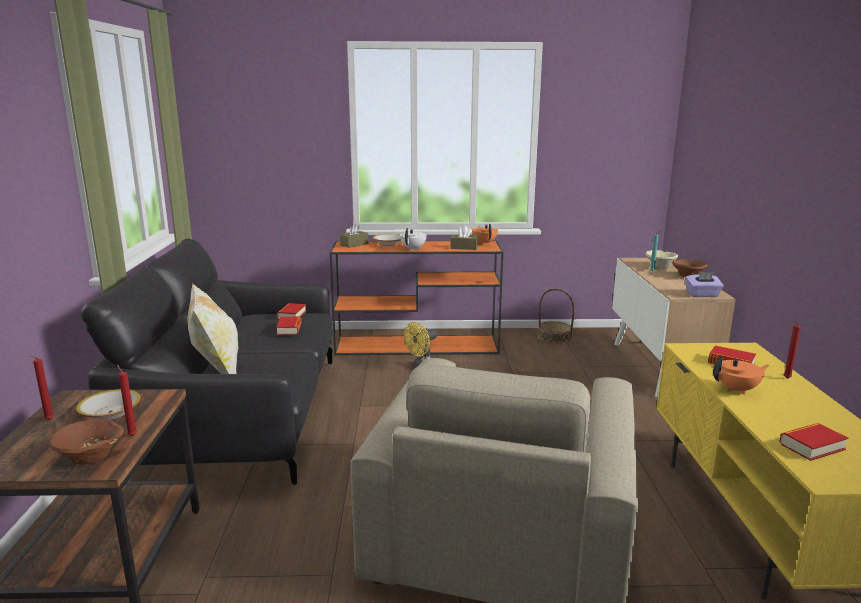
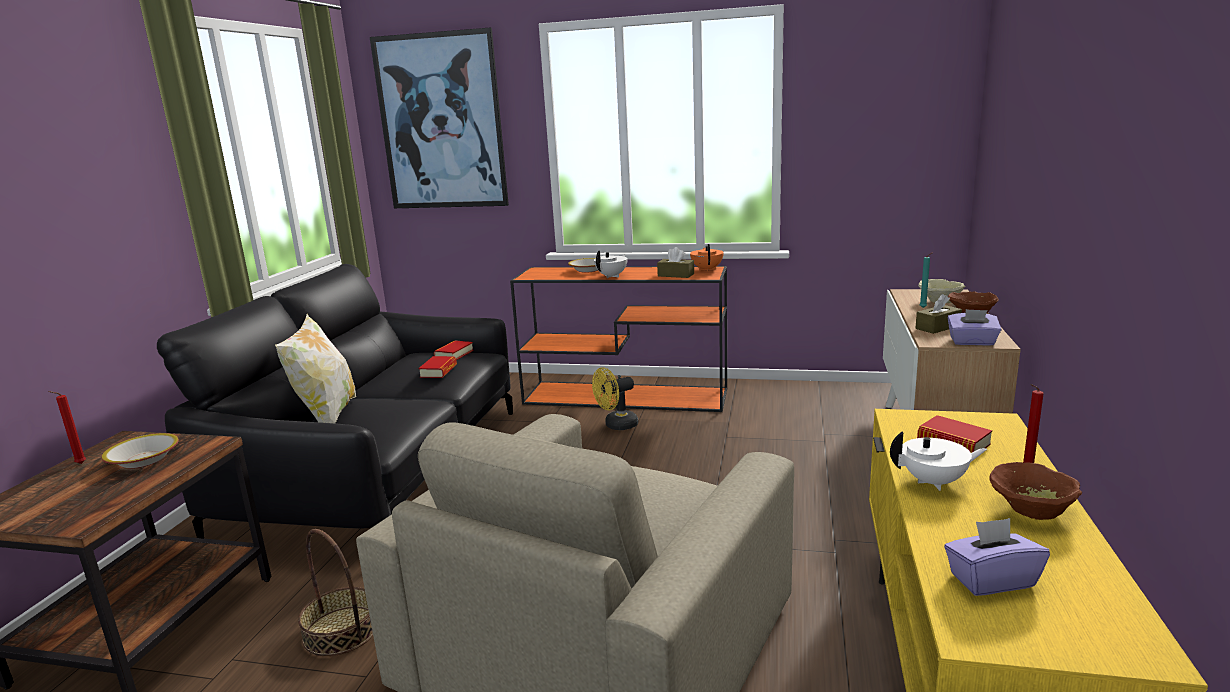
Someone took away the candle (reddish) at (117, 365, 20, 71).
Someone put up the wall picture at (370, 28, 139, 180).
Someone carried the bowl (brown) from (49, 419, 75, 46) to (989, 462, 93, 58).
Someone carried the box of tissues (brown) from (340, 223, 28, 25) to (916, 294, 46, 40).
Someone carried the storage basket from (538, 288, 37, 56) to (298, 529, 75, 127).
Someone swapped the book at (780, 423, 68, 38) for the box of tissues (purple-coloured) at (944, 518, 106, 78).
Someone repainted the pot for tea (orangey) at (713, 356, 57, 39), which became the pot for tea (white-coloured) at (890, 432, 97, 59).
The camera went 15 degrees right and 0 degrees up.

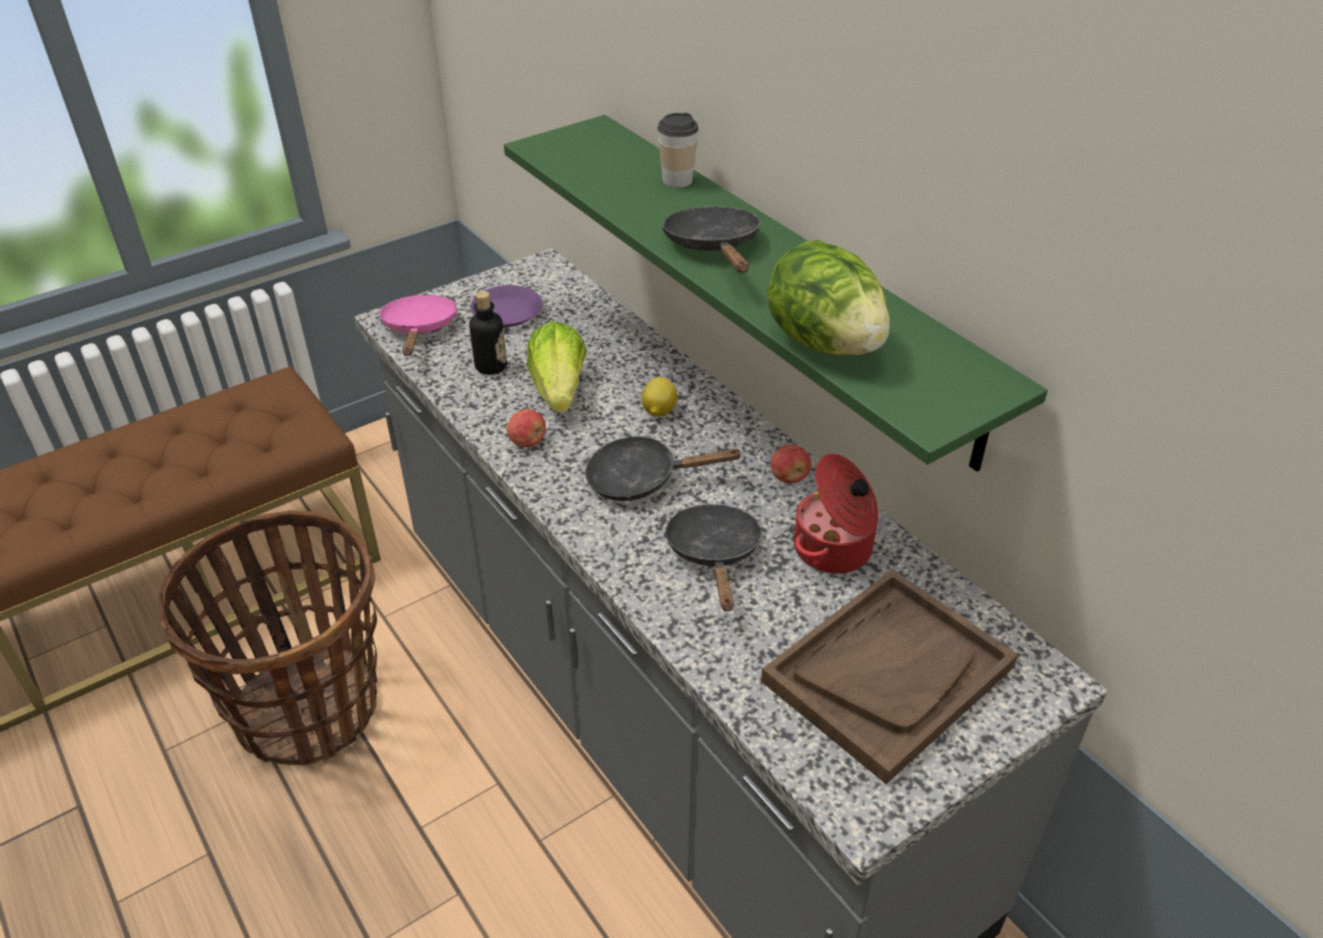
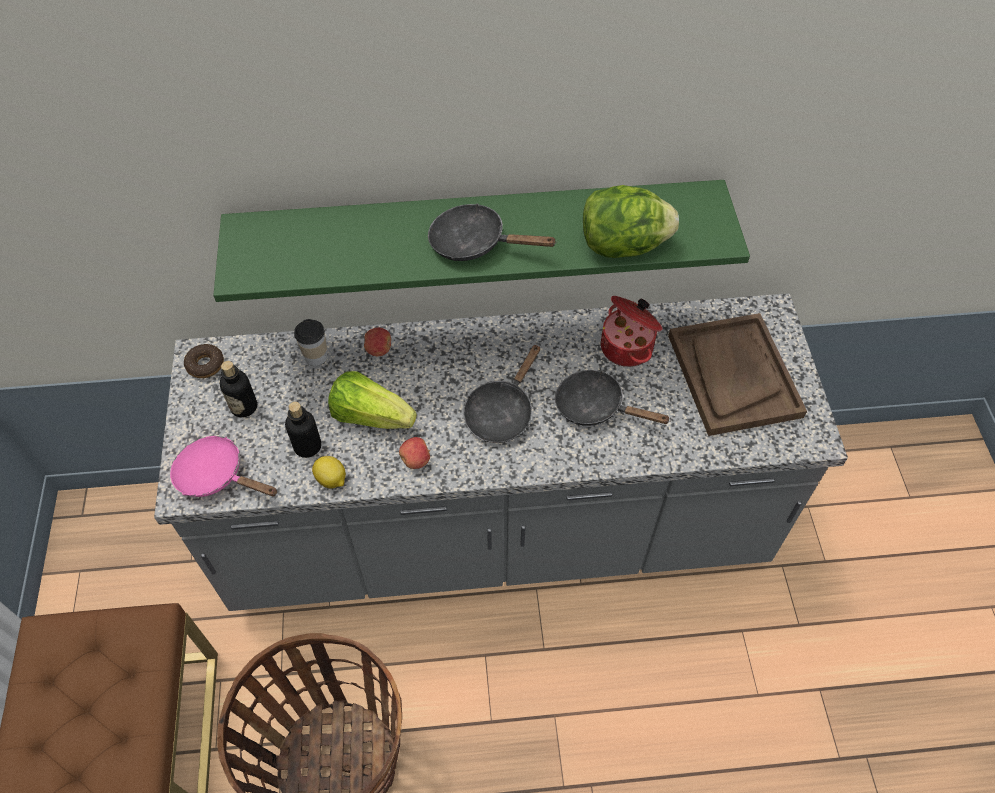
Someone put down the doughnut at (184, 344, 40, 34).
Someone carried the whole lemon from (642, 377, 35, 40) to (312, 456, 34, 33).
Someone carried the cup from (657, 113, 41, 75) to (294, 319, 33, 47).
Someone carried the whole apple from (770, 444, 41, 39) to (364, 328, 27, 28).
Someone swapped the plate (purple-coloured) at (470, 285, 72, 42) for the bottle at (220, 361, 37, 56).
The camera went 60 degrees left and 15 degrees up.

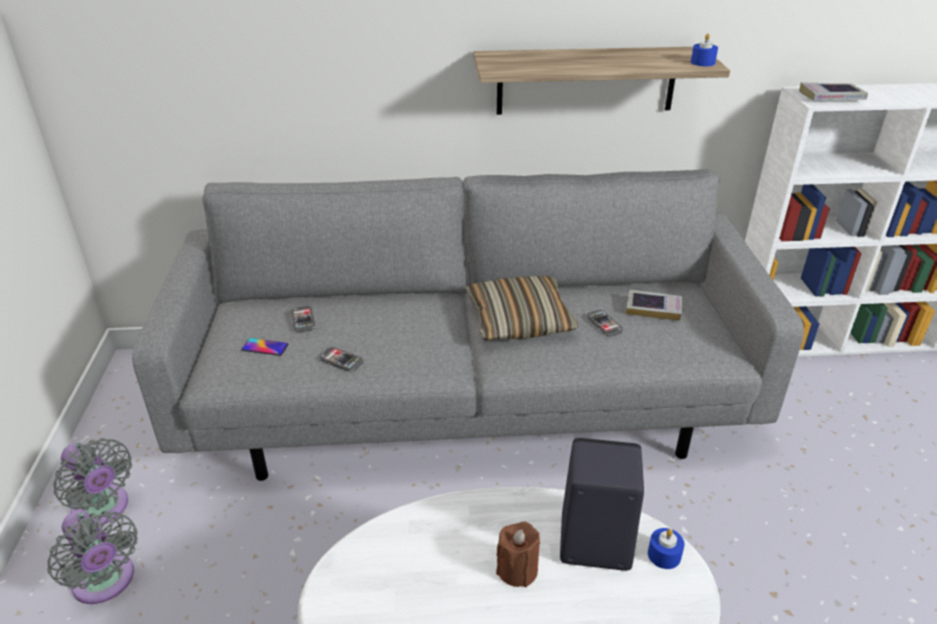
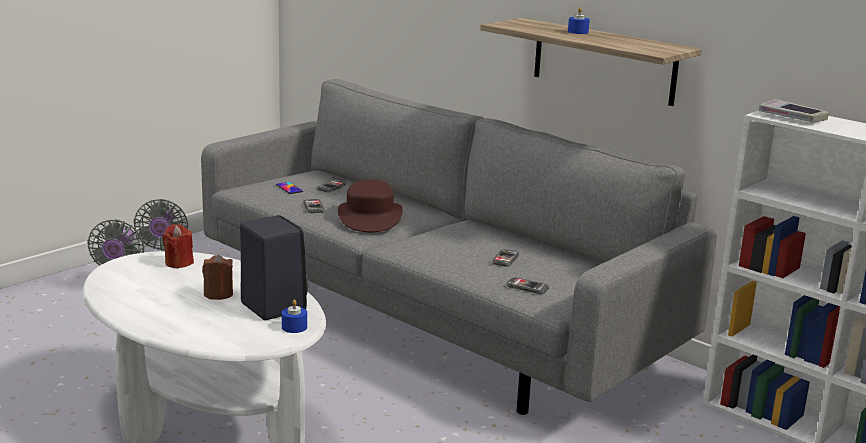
Someone took away the cushion at (465, 276, 113, 64).
Someone took away the book at (626, 290, 56, 31).
Someone put down the candle (reddish) at (162, 224, 32, 44).
Someone put down the clothing hat (brown) at (338, 180, 64, 52).
Someone put down the handset at (506, 277, 43, 17).
Someone carried the candle (blue) from (691, 33, 27, 33) to (568, 7, 22, 27).
The camera went 45 degrees right and 15 degrees down.

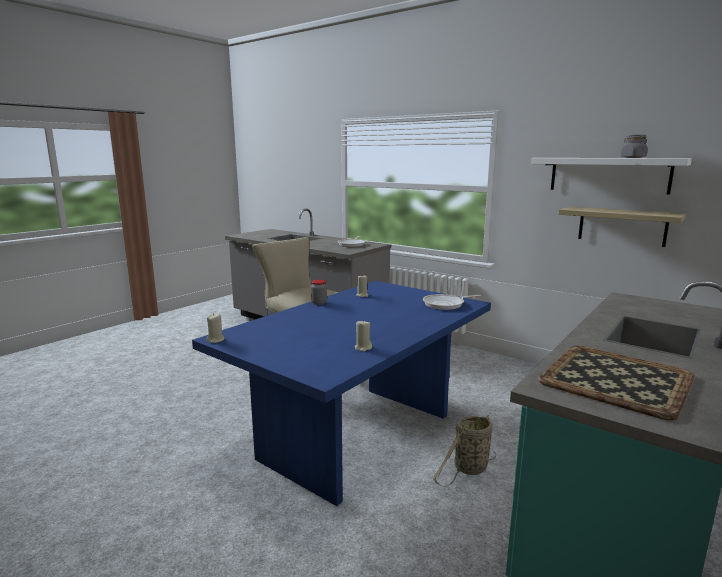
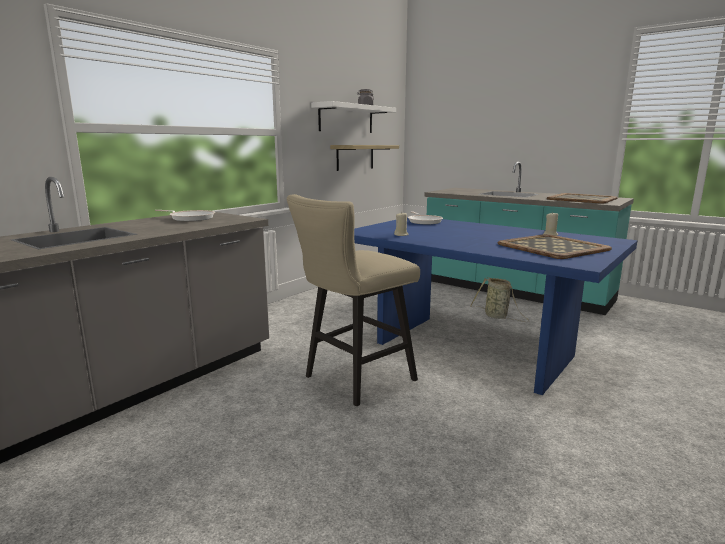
Someone took away the candle (sand-coloured) at (206, 313, 18, 30).
Someone took away the storage jar at (311, 280, 16, 25).
Someone put down the carrying tray at (498, 234, 114, 25).
The camera went 90 degrees left and 0 degrees up.

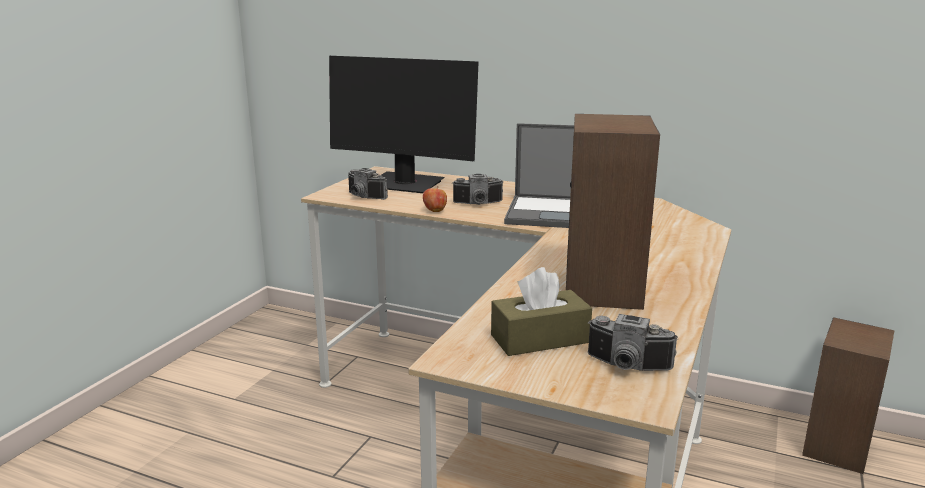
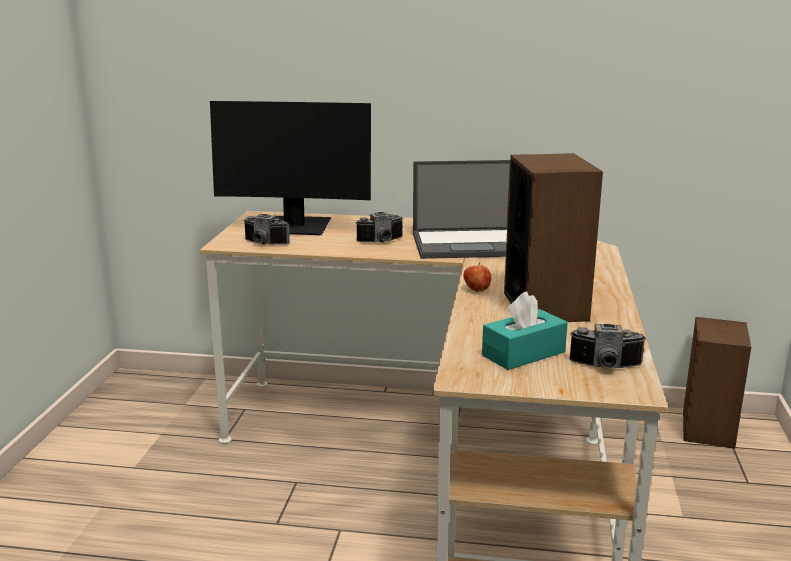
Someone carried the whole apple from (423, 186, 24, 26) to (464, 262, 27, 30).
Someone repainted the box of tissues (brown) at (491, 267, 101, 89), which became the box of tissues (turquoise) at (482, 291, 86, 79).
The camera went 15 degrees left and 0 degrees up.

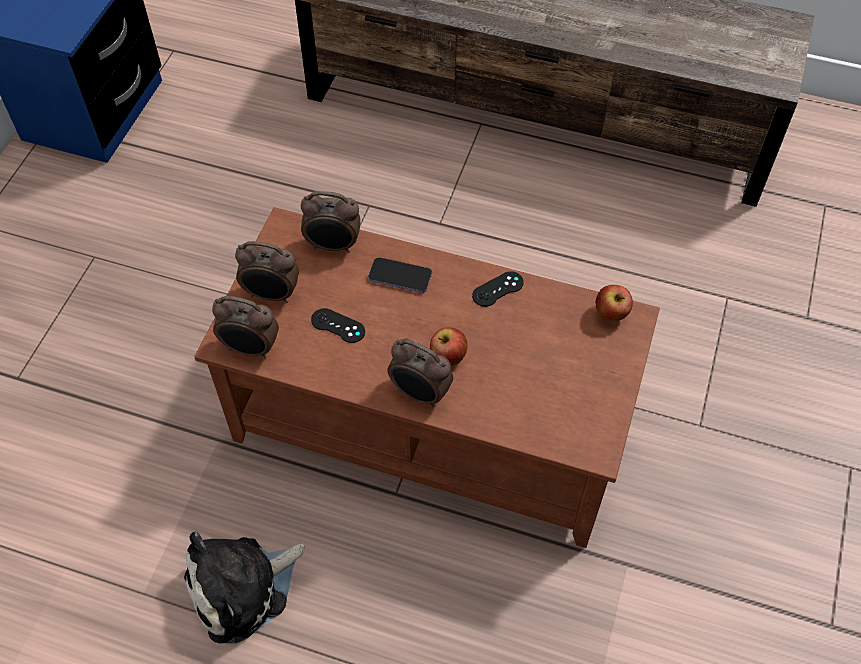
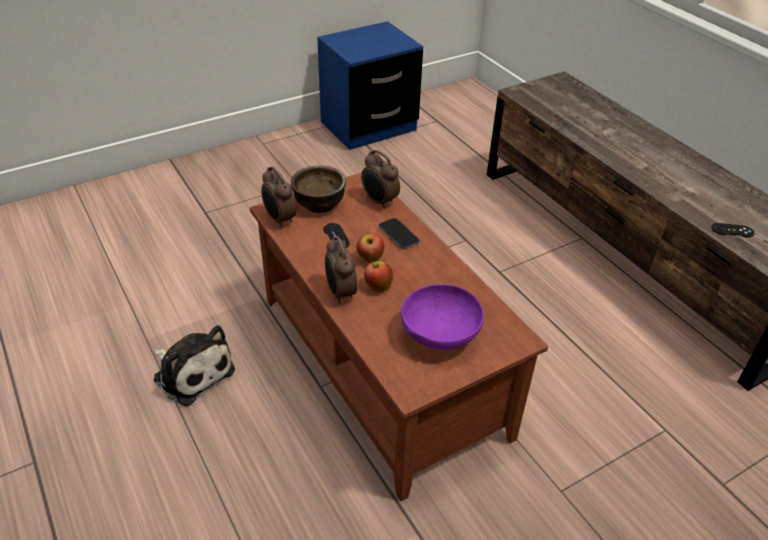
Someone put down the bowl (purple-coloured) at (401, 284, 83, 66).
Someone carried the game controller (blackish) from (472, 271, 52, 36) to (711, 223, 43, 14).
Someone carried the whole apple from (596, 285, 37, 36) to (356, 233, 28, 29).
Someone swapped the table clock at (235, 241, 64, 62) for the bowl (brown) at (291, 165, 55, 48).
Someone rotated the cuddly toy at (184, 532, 121, 112) by 150 degrees counterclockwise.
The camera went 40 degrees right and 15 degrees down.

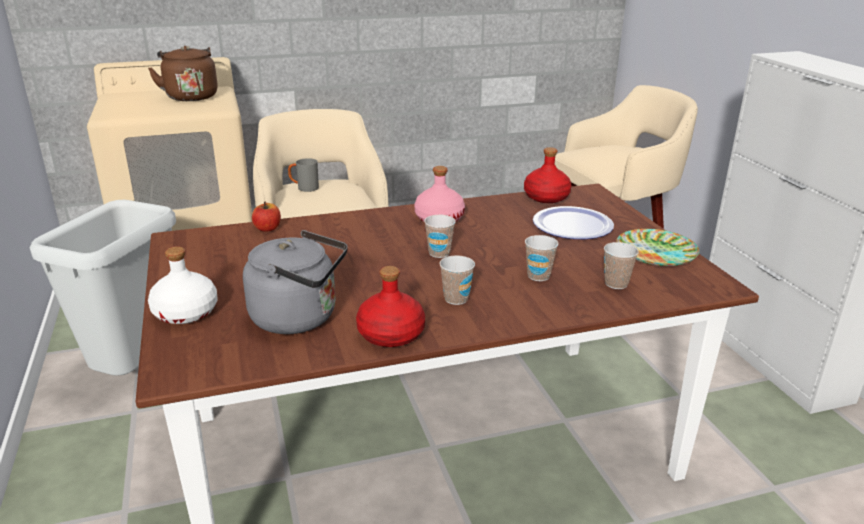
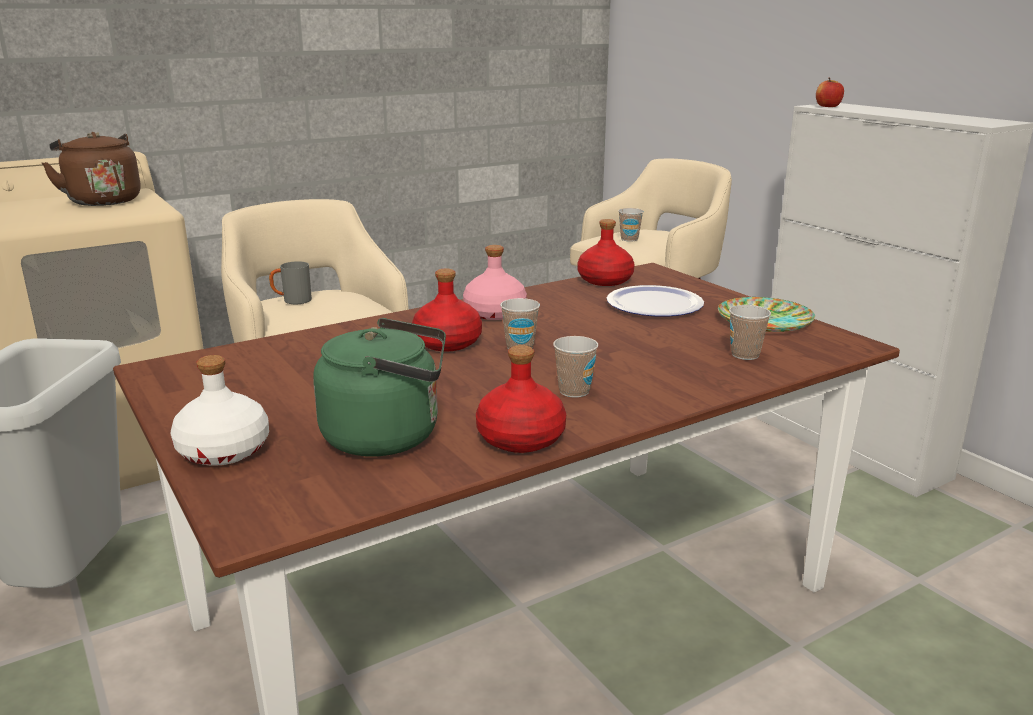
Someone put down the bottle (reddish) at (412, 269, 70, 82).
Someone carried the whole apple from (252, 202, 29, 30) to (816, 78, 28, 29).
Someone carried the cup from (525, 235, 34, 46) to (618, 208, 26, 34).
Someone repainted the water kettle (grey) at (243, 230, 105, 104), which became the water kettle (green-coloured) at (313, 318, 133, 139).
The camera went 15 degrees left and 5 degrees down.

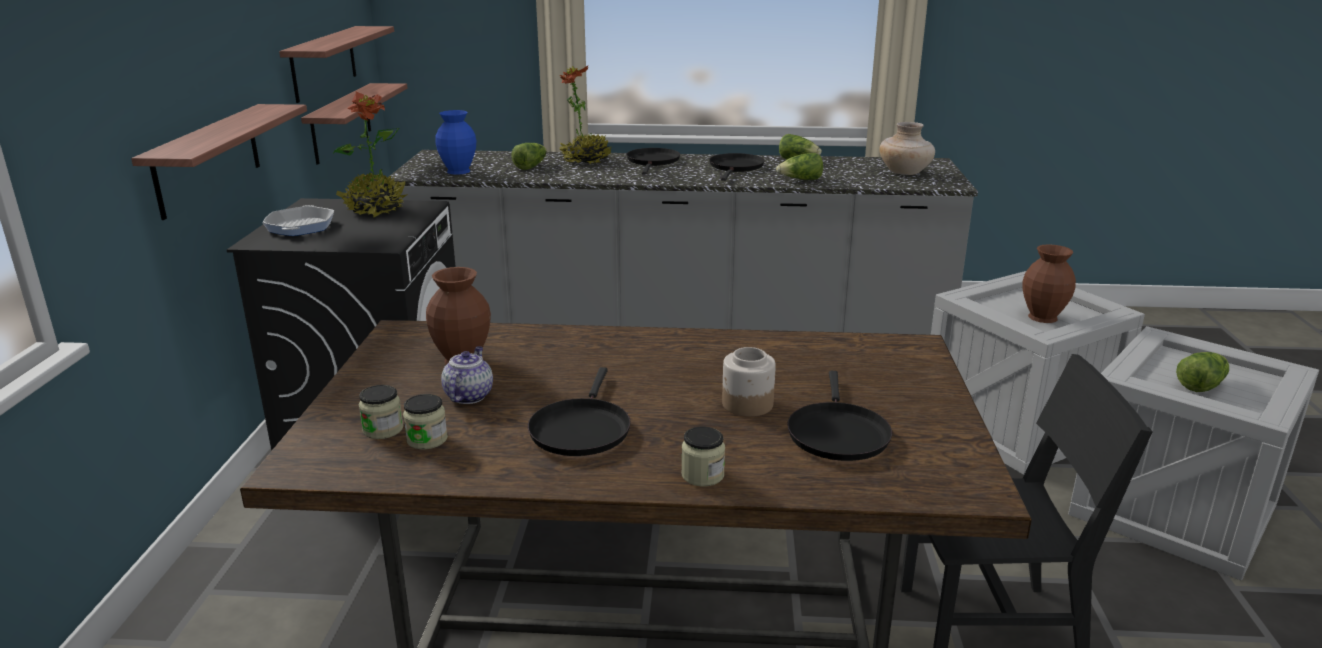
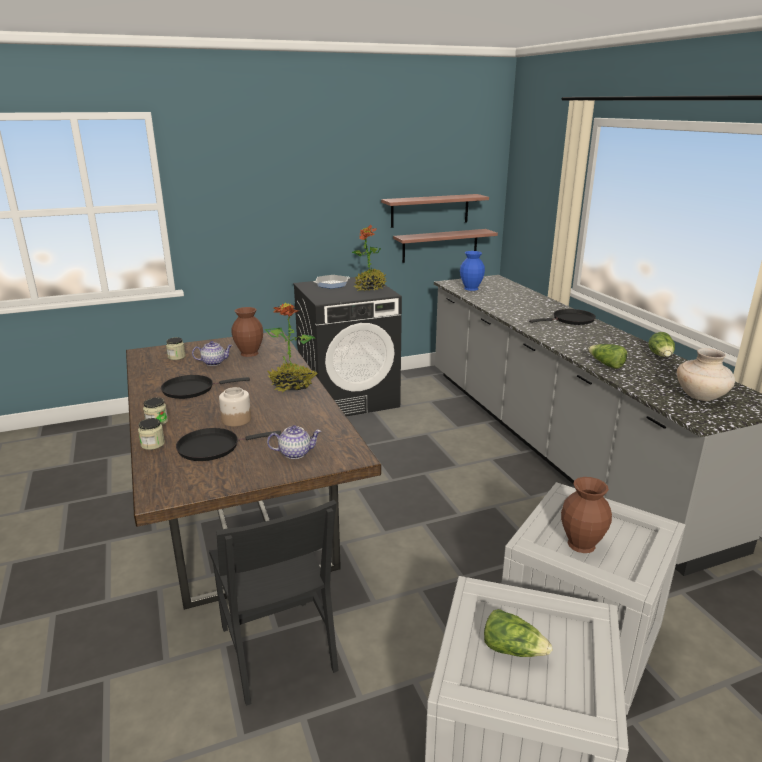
Someone took away the shelf at (131, 104, 176, 116).
Someone took away the lettuce at (511, 143, 36, 27).
Someone took away the skillet (blackish) at (709, 153, 56, 28).
Someone put down the pot for tea at (267, 425, 54, 34).
Someone carried the storage jar from (403, 394, 45, 55) to (138, 418, 27, 32).
Someone carried the plant in a pot from (559, 66, 52, 98) to (265, 303, 53, 90).
The camera went 65 degrees right and 0 degrees up.

